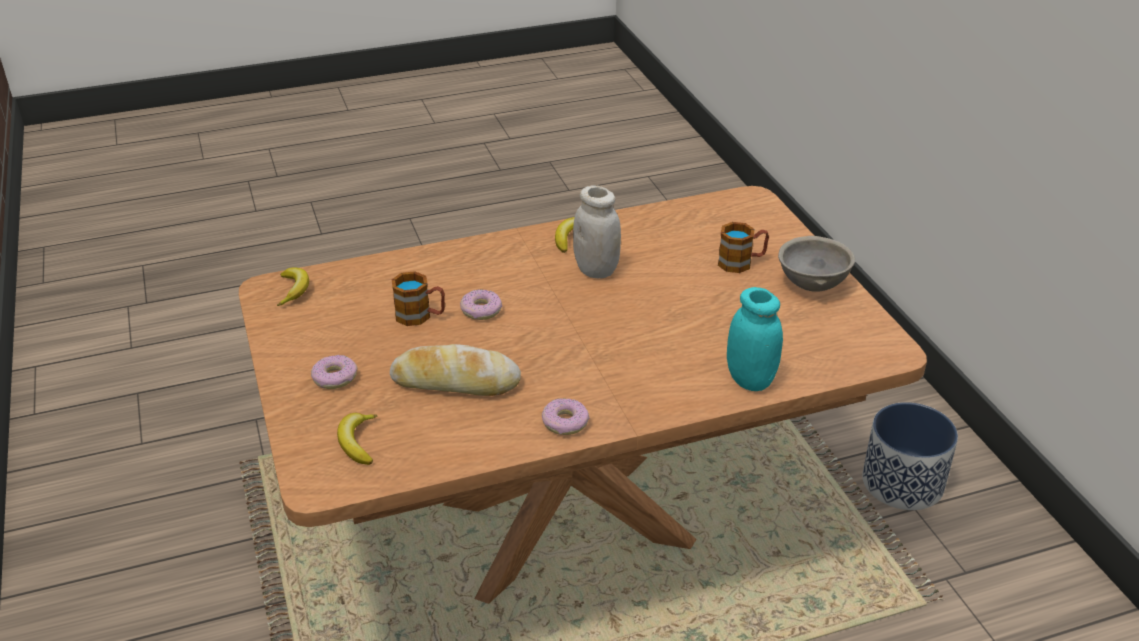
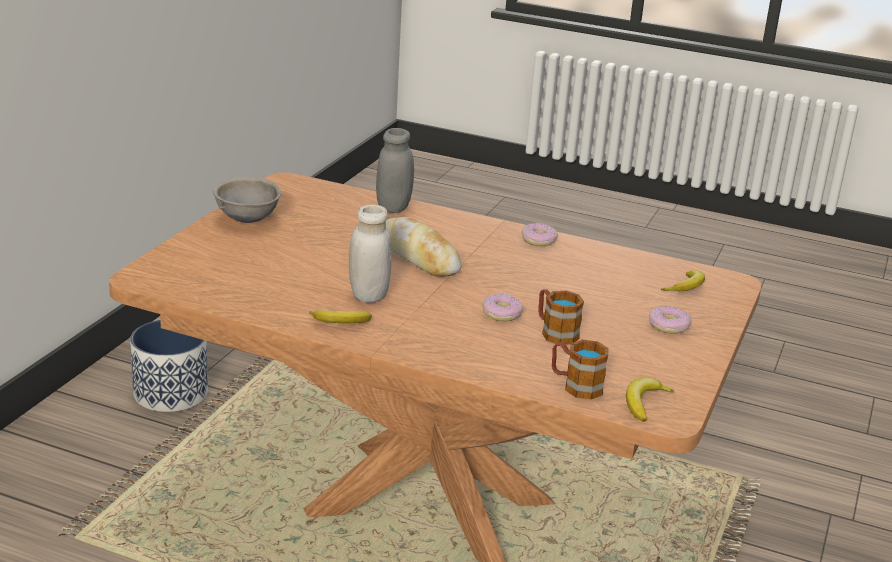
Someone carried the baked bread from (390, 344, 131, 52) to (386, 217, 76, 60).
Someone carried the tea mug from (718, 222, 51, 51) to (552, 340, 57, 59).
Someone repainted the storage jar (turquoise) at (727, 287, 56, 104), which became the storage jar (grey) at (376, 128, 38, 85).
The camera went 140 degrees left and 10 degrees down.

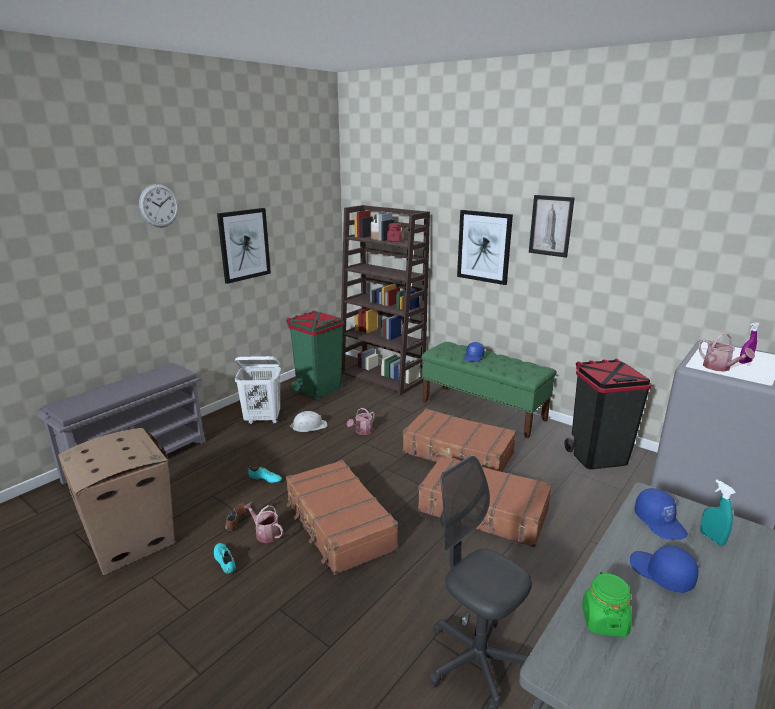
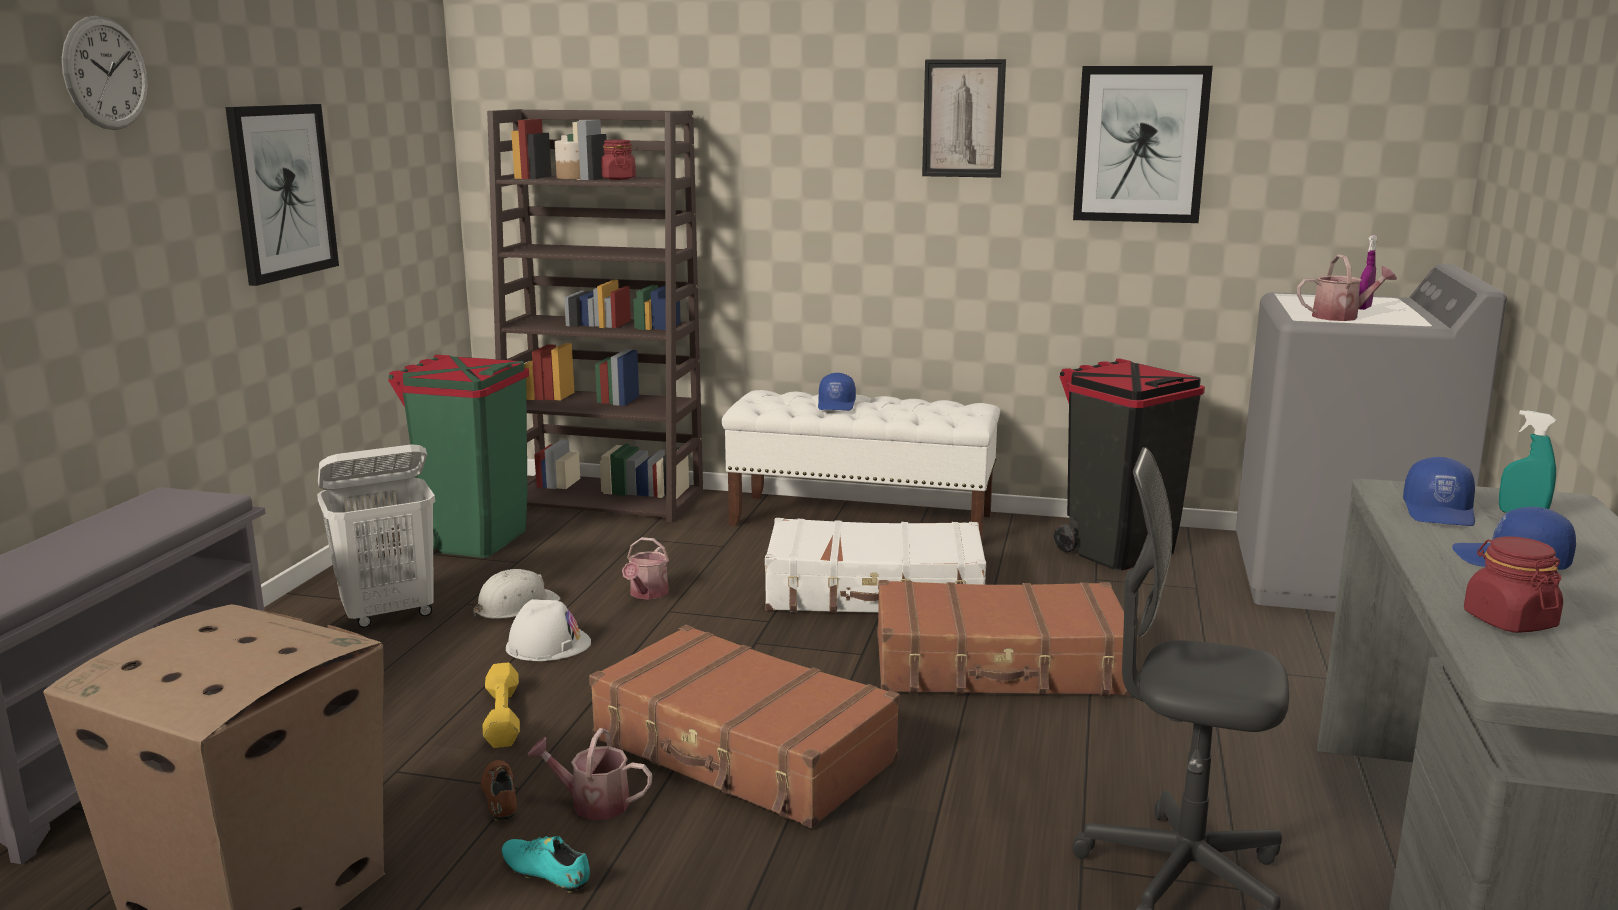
Someone put down the hard hat (white-coloured) at (506, 599, 85, 62).
Someone carried the wall picture from (457, 210, 56, 75) to (1073, 66, 140, 157).
Someone swapped the shoe (turquoise) at (248, 466, 34, 18) for the free weight (yellow) at (482, 663, 38, 85).
Someone repainted the travel case (brown) at (403, 408, 113, 64), which became the travel case (white-coloured) at (765, 518, 221, 95).
Someone repainted the bench (green-coloured) at (421, 342, 135, 97), which became the bench (white-coloured) at (722, 390, 278, 152).
Someone repainted the storage jar (green-coloured) at (582, 572, 50, 65), which became the storage jar (reddish) at (1464, 536, 99, 97).
Someone rotated the cap (blue) at (635, 488, 53, 52) by 60 degrees clockwise.
Someone rotated the watering pot at (698, 333, 57, 39) by 45 degrees counterclockwise.
The camera went 25 degrees left and 5 degrees down.

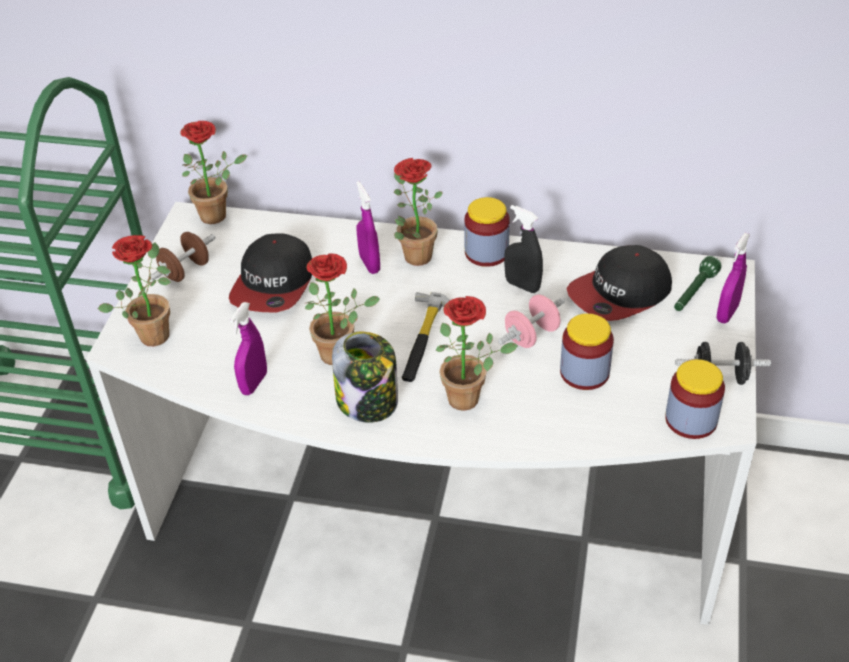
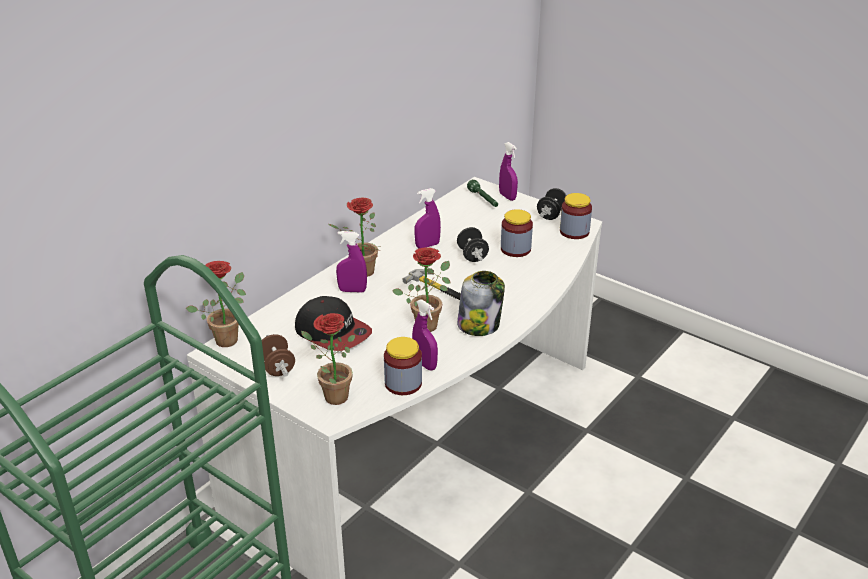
Someone took away the plant in a pot at (436, 296, 82, 115).
Someone took away the cap at (566, 245, 106, 76).
Someone carried the storage jar from (464, 197, 46, 70) to (384, 337, 38, 58).
Someone repainted the free weight (pink-coloured) at (498, 294, 67, 54), which became the free weight (blackish) at (457, 227, 32, 35).
Someone repainted the sprayer (blackish) at (504, 205, 39, 88), which became the sprayer (purple-coloured) at (414, 188, 27, 60).
The camera went 65 degrees left and 10 degrees down.

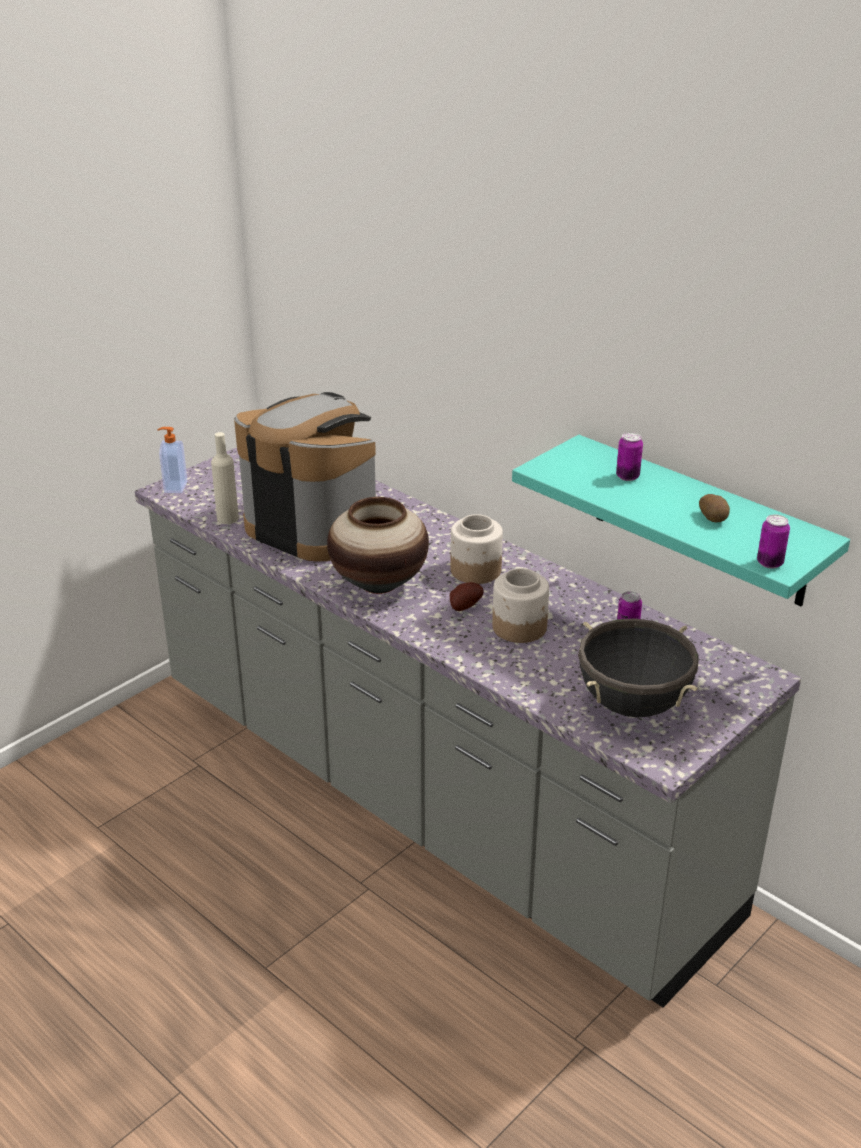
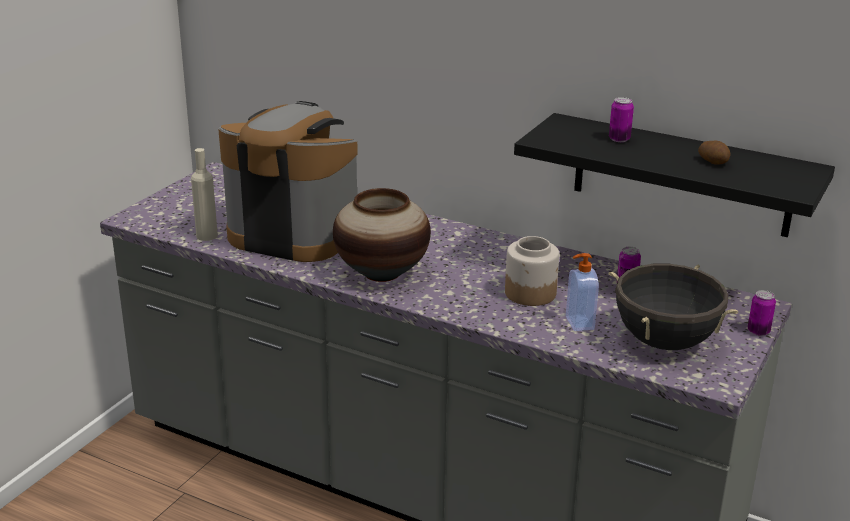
Someone took away the storage jar at (450, 514, 53, 70).
Someone took away the potato at (450, 582, 34, 29).
Someone carried the soap dispenser from (158, 427, 29, 66) to (566, 253, 33, 78).
Someone carried the sealed can from (757, 514, 33, 55) to (748, 290, 28, 46).
Someone repainted the shelf (turquoise) at (512, 435, 338, 171), which became the shelf (blackish) at (514, 113, 321, 124).
The camera went 15 degrees left and 5 degrees down.

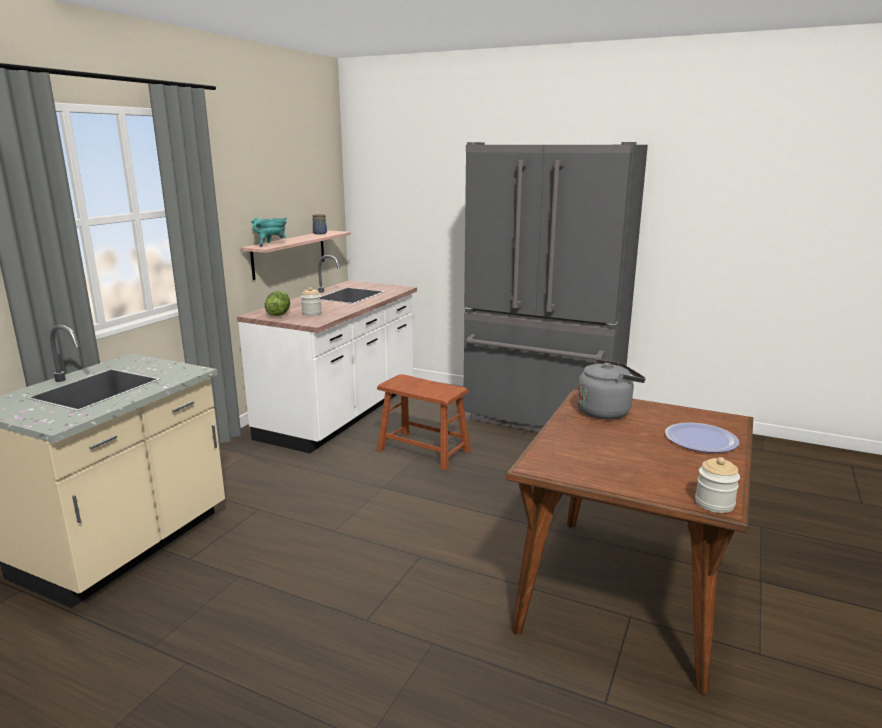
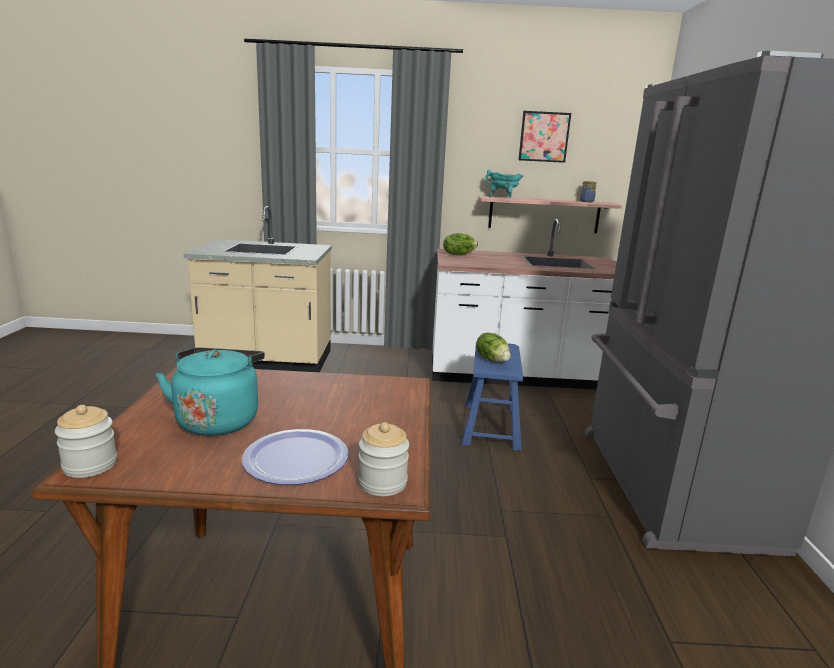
Someone took away the water kettle (grey) at (577, 359, 69, 60).
Someone put down the water kettle (turquoise) at (156, 347, 109, 89).
Someone put down the lettuce at (476, 333, 35, 29).
Someone put up the wall picture at (518, 111, 53, 52).
Someone carried the storage jar from (301, 287, 21, 29) to (358, 422, 51, 74).
Someone repainted the sitting stool (brown) at (377, 375, 94, 95), which became the sitting stool (blue) at (462, 343, 61, 108).
The camera went 65 degrees right and 0 degrees up.

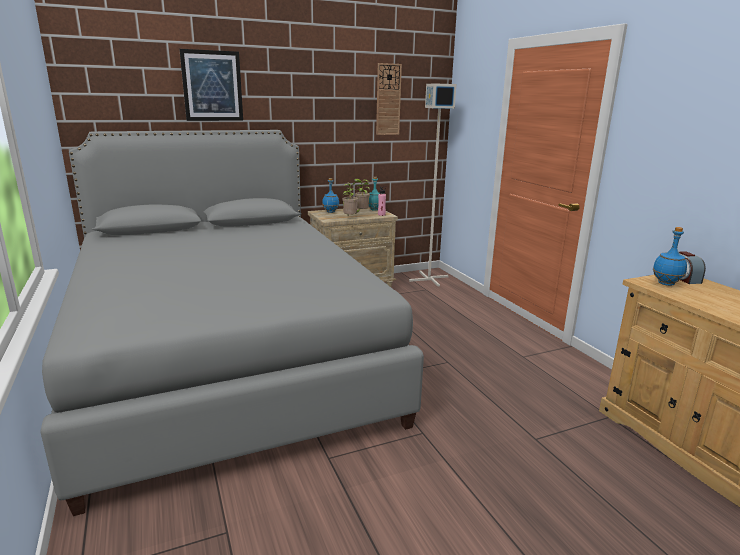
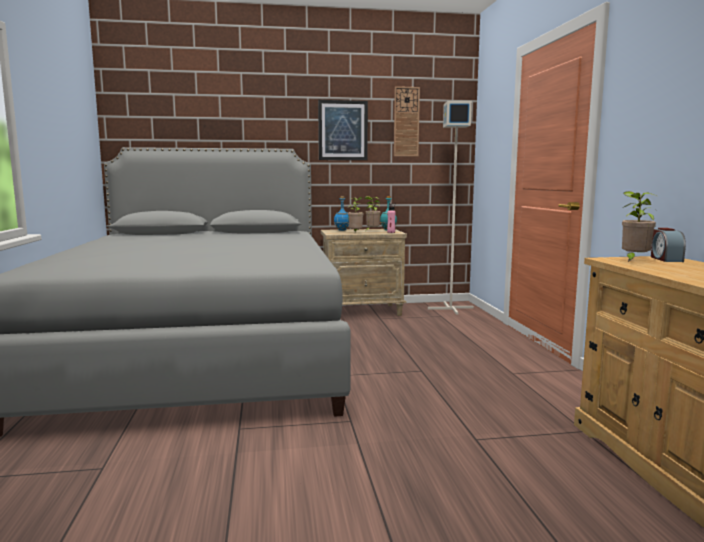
Someone carried the wall picture from (179, 49, 64, 72) to (318, 100, 50, 60).
Someone swapped the bottle (blue) at (653, 227, 34, 59) for the plant in a pot at (622, 191, 37, 72).
The camera went 15 degrees right and 10 degrees down.

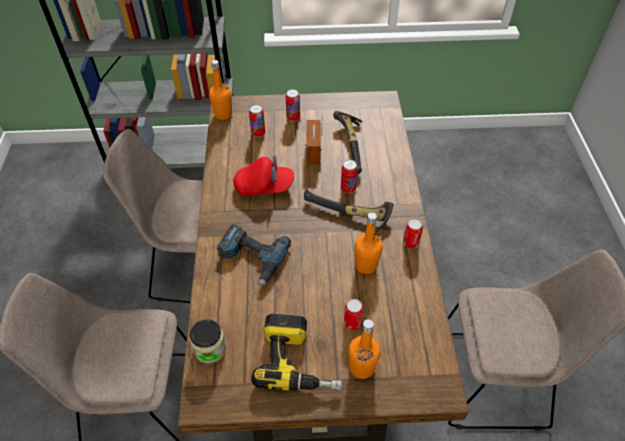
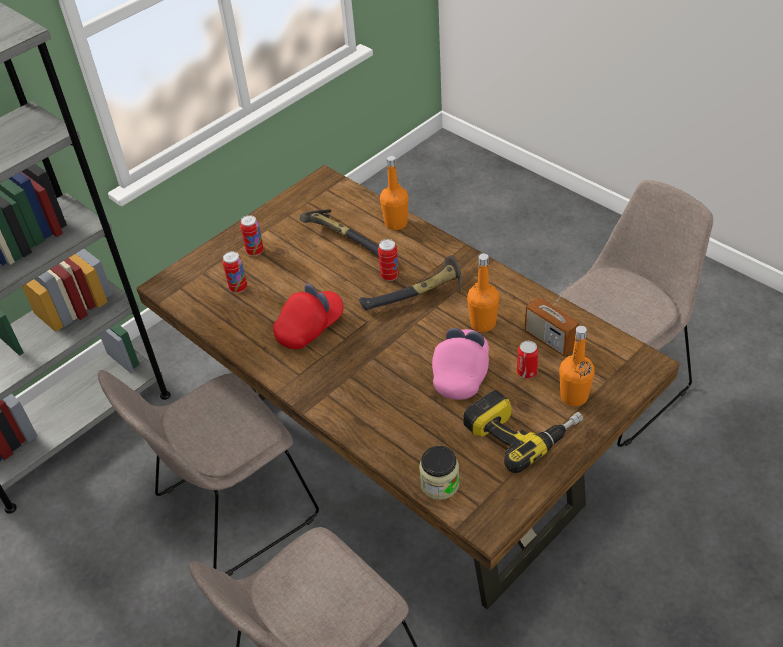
Someone took away the drill at (217, 224, 74, 63).
Someone took away the sealed can at (403, 219, 20, 30).
Someone put down the cap (pink-coloured) at (432, 328, 57, 72).
Someone carried the bottle (orangey) from (209, 60, 23, 60) to (380, 155, 28, 75).
Someone carried the radio set from (304, 114, 19, 51) to (525, 283, 54, 74).
The camera went 40 degrees left and 5 degrees down.

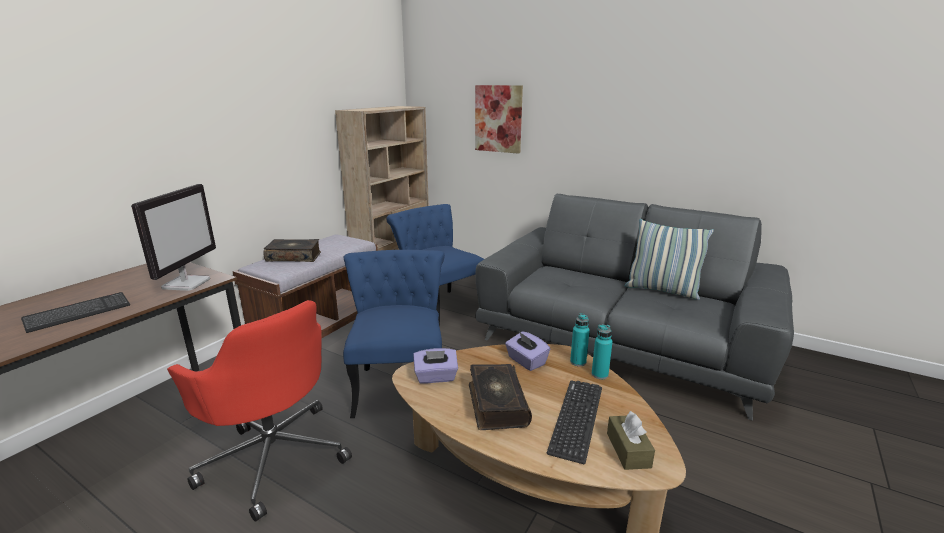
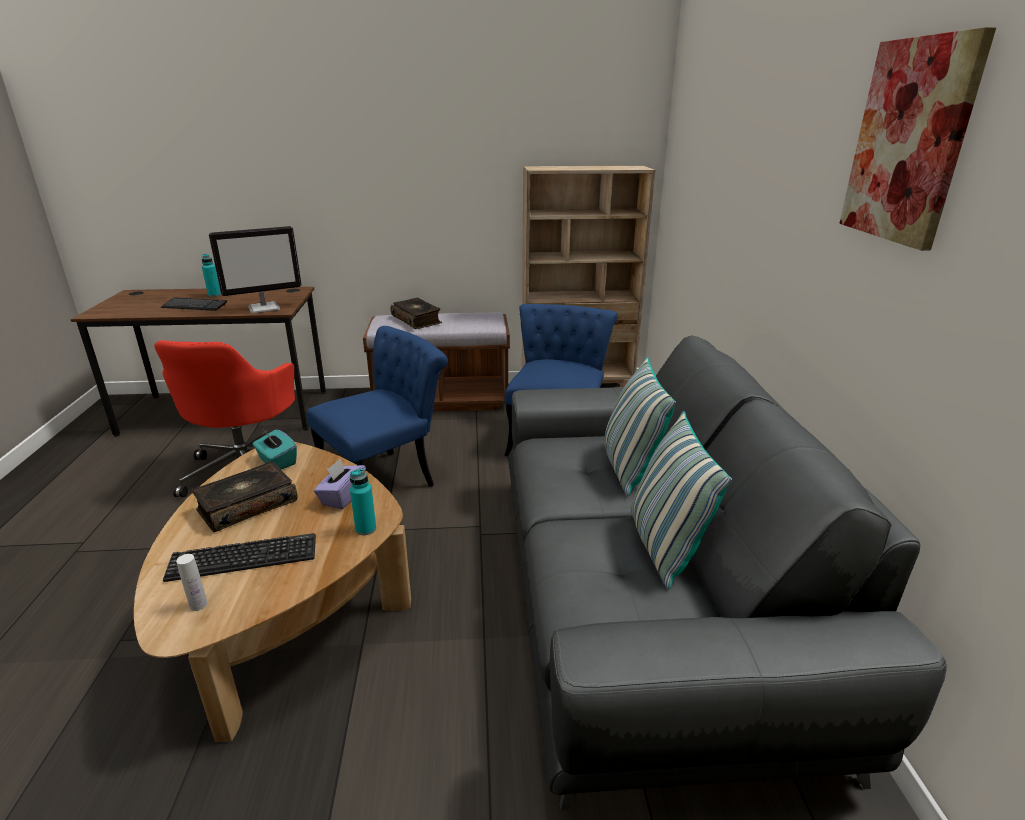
Someone put down the cushion at (604, 357, 72, 139).
Someone carried the wall picture from (475, 85, 48, 69) to (839, 27, 157, 224).
Someone carried the bottle (turquoise) from (592, 325, 21, 54) to (202, 254, 19, 43).
Someone swapped the box of tissues (brown) at (607, 411, 48, 59) for the bottle (white-coloured) at (176, 554, 32, 57).
Someone repainted the box of tissues (purple-coloured) at (413, 348, 45, 36), which became the box of tissues (turquoise) at (252, 430, 45, 39).
The camera went 55 degrees right and 5 degrees up.

